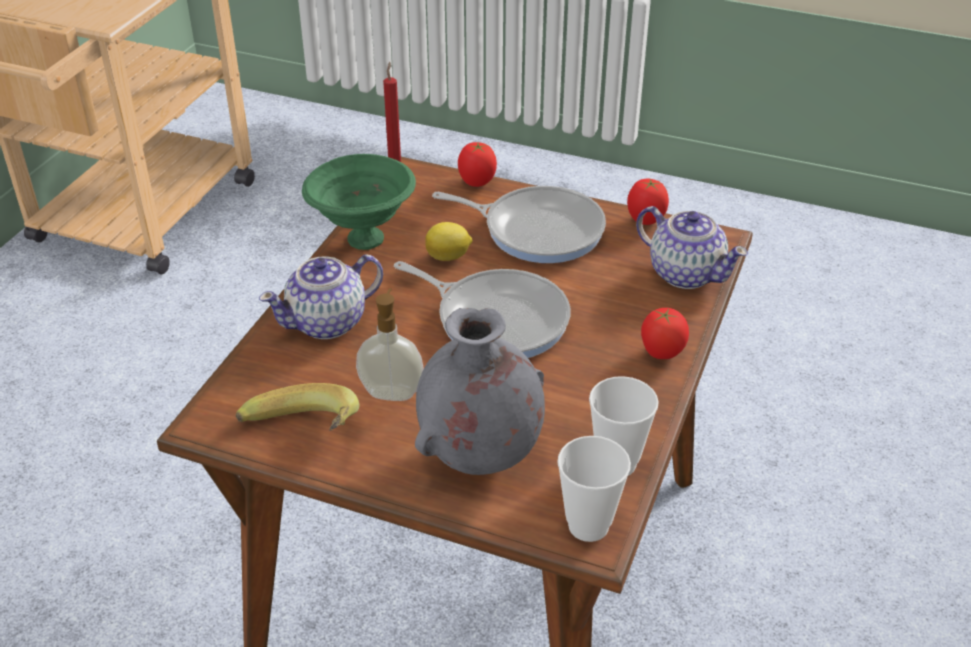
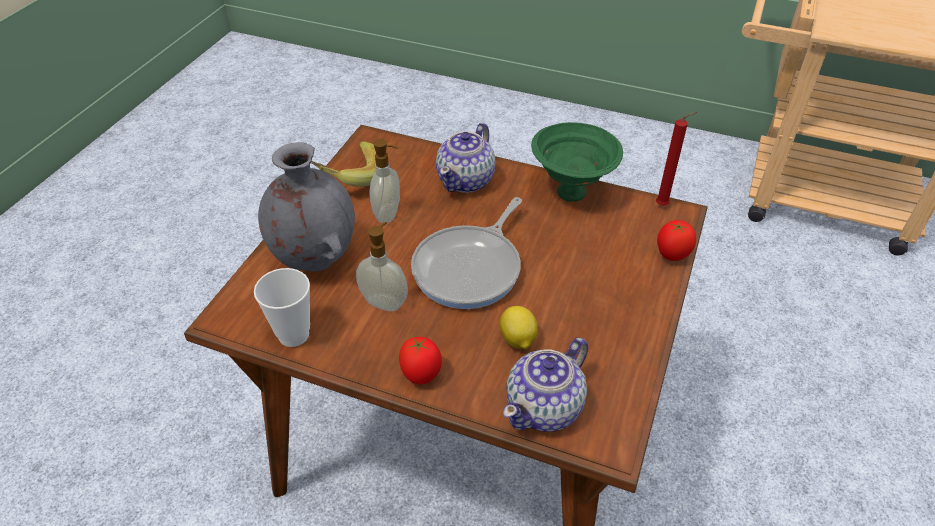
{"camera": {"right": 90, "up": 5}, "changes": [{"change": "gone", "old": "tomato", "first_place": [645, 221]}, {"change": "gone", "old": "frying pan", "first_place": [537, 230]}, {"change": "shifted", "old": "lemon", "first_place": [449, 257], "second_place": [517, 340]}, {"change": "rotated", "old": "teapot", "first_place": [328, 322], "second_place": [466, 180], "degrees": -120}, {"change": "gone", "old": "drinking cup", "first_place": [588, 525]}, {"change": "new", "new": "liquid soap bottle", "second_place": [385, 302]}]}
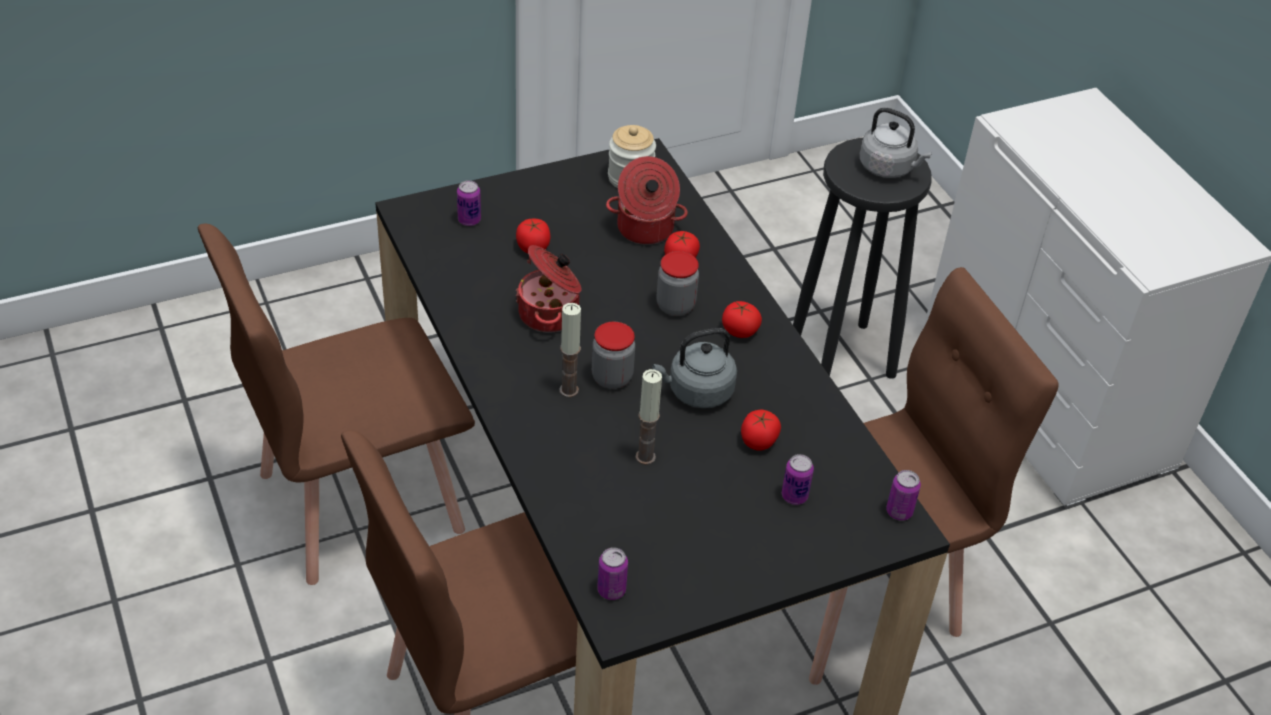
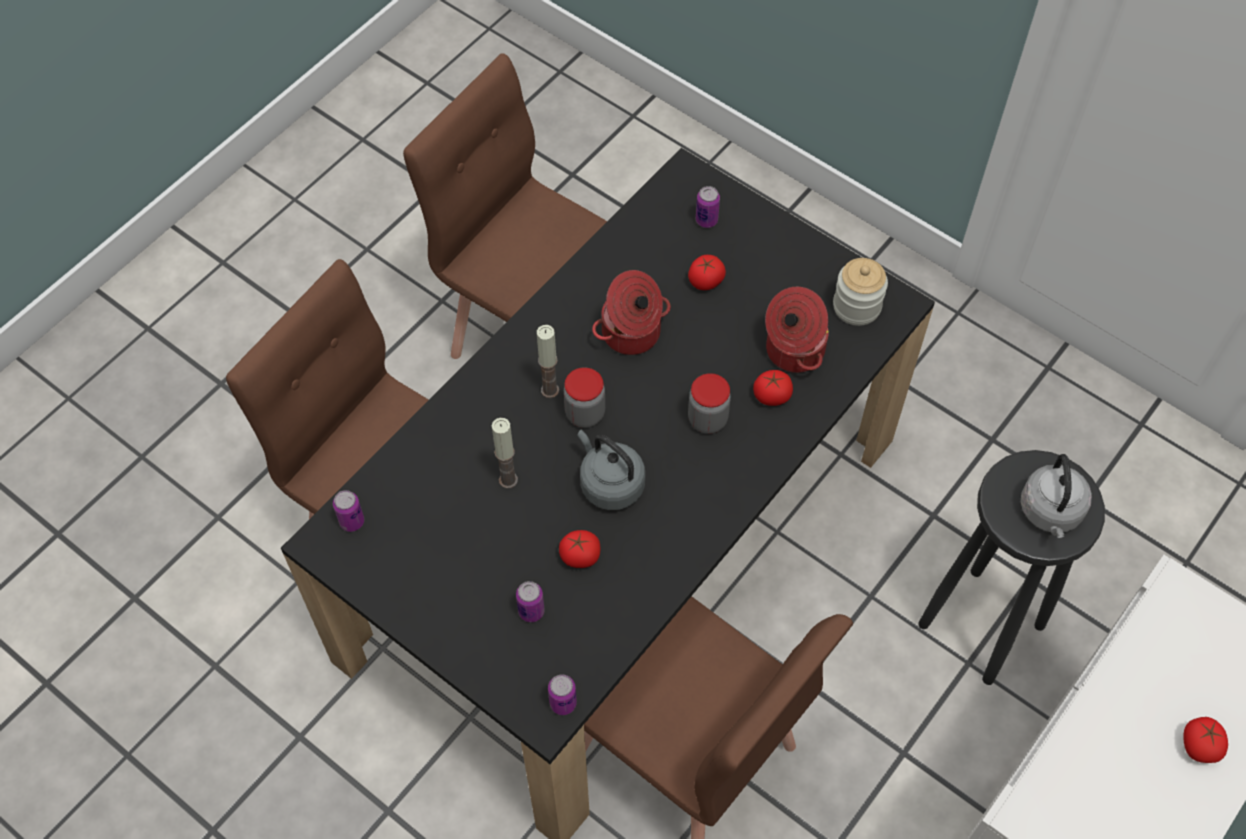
{"camera": {"right": 65, "up": 15}, "changes": [{"change": "shifted", "old": "tomato", "first_place": [739, 331], "second_place": [1199, 746]}]}
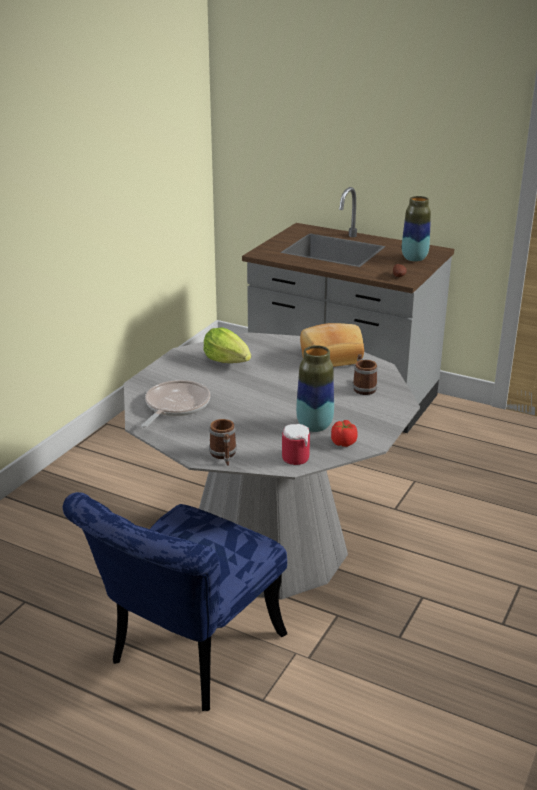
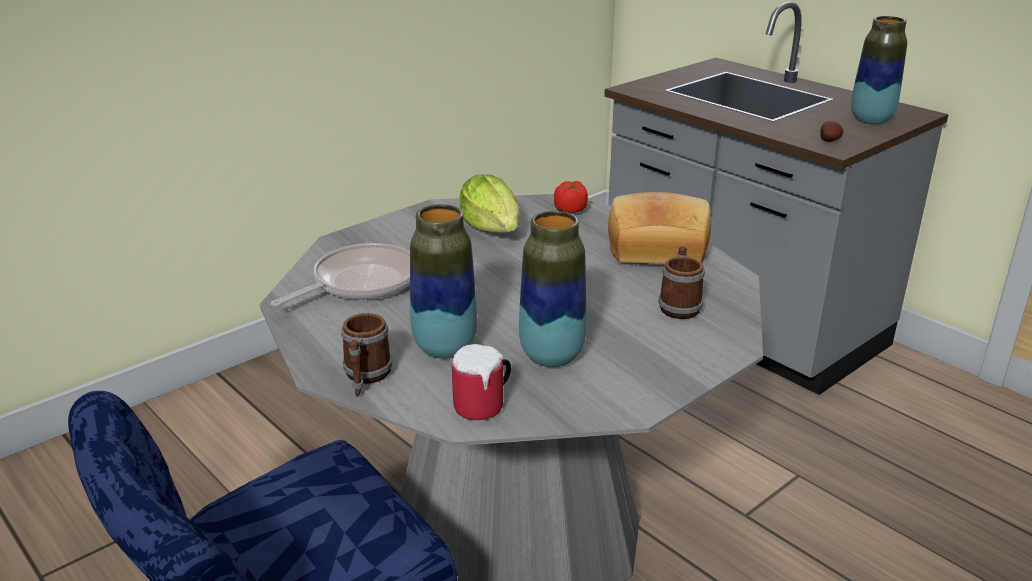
{"camera": {"right": 20, "up": 0}, "changes": [{"change": "shifted", "old": "tomato", "first_place": [343, 442], "second_place": [570, 210]}, {"change": "new", "new": "vase", "second_place": [445, 348]}]}
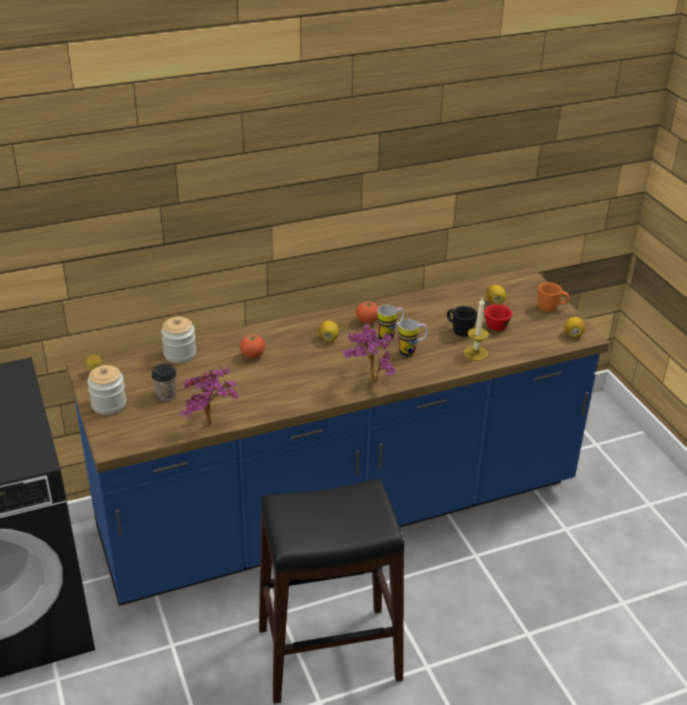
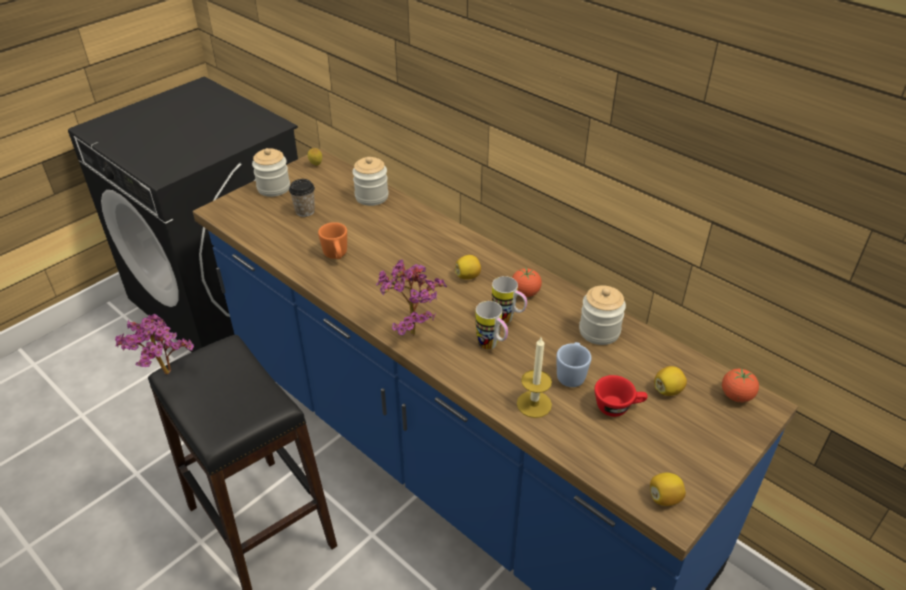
{"camera": {"right": 65, "up": 5}, "changes": [{"change": "shifted", "old": "coffee mug in orange-coloured", "first_place": [551, 308], "second_place": [336, 256]}, {"change": "repainted", "old": "coffee mug in blackish", "new": "coffee mug in bluish", "first_place": [459, 330], "second_place": [571, 374]}, {"change": "shifted", "old": "tomato", "first_place": [252, 355], "second_place": [736, 396]}, {"change": "shifted", "old": "houseplant", "first_place": [212, 425], "second_place": [164, 377]}, {"change": "new", "new": "storage jar", "second_place": [599, 331]}]}
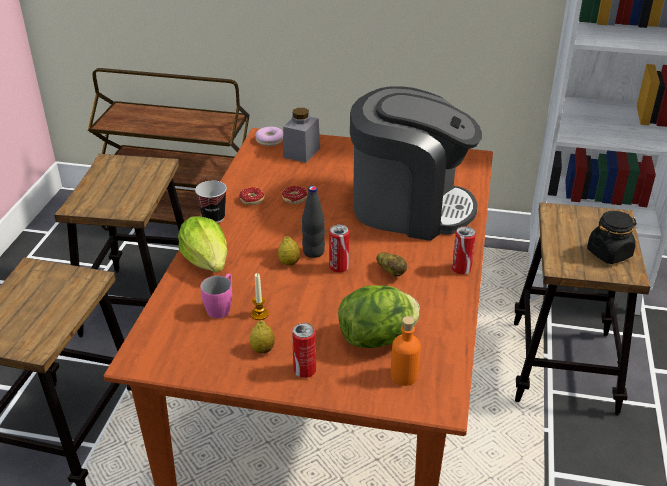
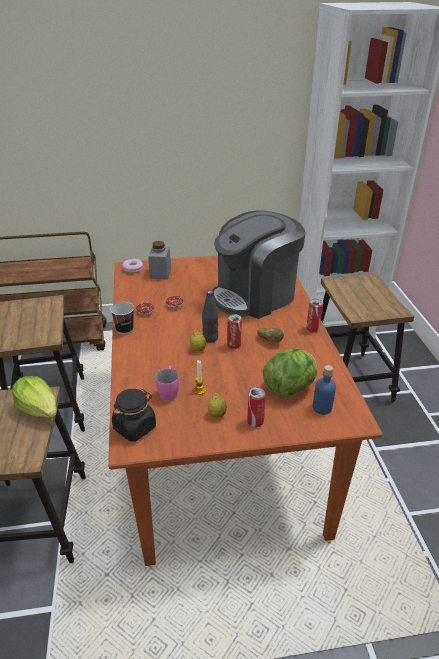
{"camera": {"right": -20, "up": 0}, "changes": [{"change": "rotated", "old": "coffee machine", "first_place": [409, 207], "second_place": [255, 296], "degrees": 150}, {"change": "shifted", "old": "storage jar in blackish", "first_place": [609, 253], "second_place": [135, 427]}, {"change": "shifted", "old": "lettuce", "first_place": [207, 261], "second_place": [39, 409]}, {"change": "repainted", "old": "drink bottle in orange-coloured", "new": "drink bottle in bluish", "first_place": [404, 376], "second_place": [322, 407]}]}
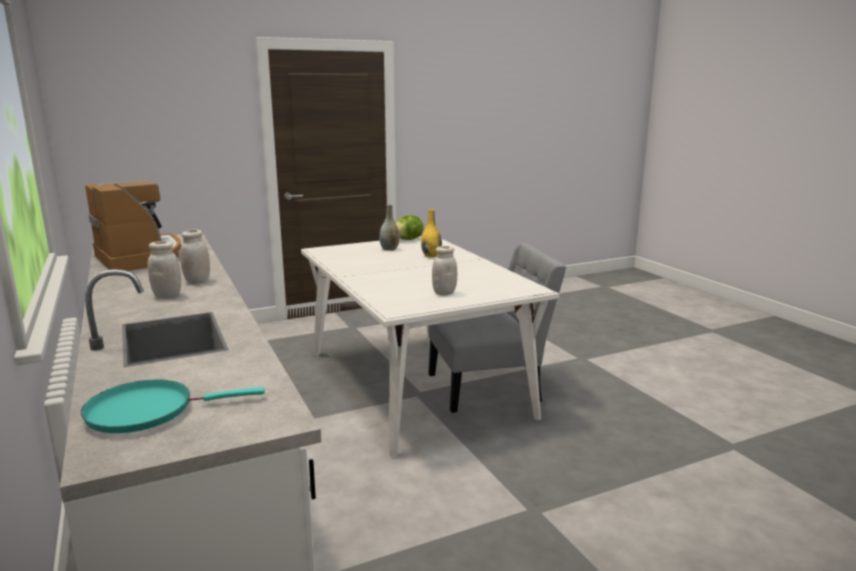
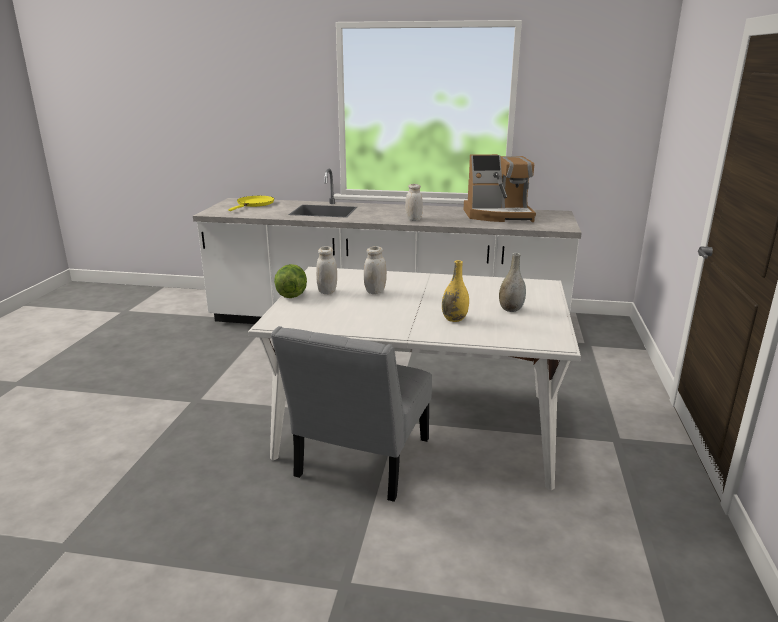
{"camera": {"right": 125, "up": 5}, "changes": [{"change": "shifted", "old": "lettuce", "first_place": [407, 239], "second_place": [291, 295]}, {"change": "shifted", "old": "storage jar in whitish", "first_place": [167, 296], "second_place": [375, 291]}, {"change": "repainted", "old": "frying pan in blue-green", "new": "frying pan in yellow-coloured", "first_place": [147, 411], "second_place": [254, 204]}]}
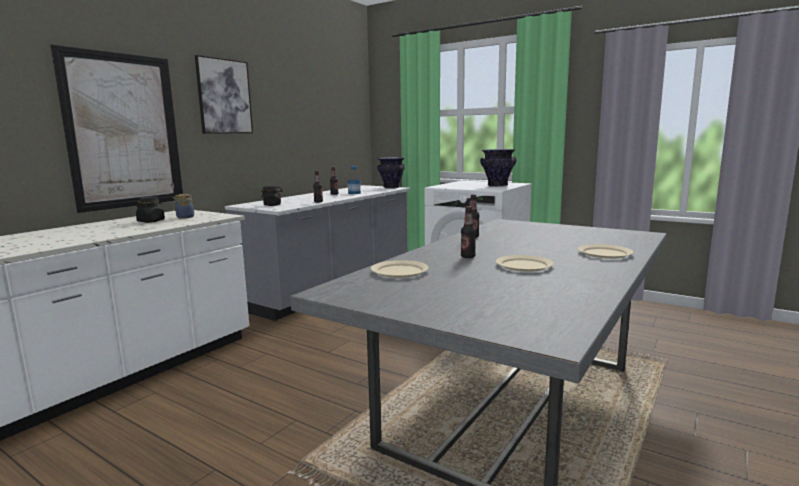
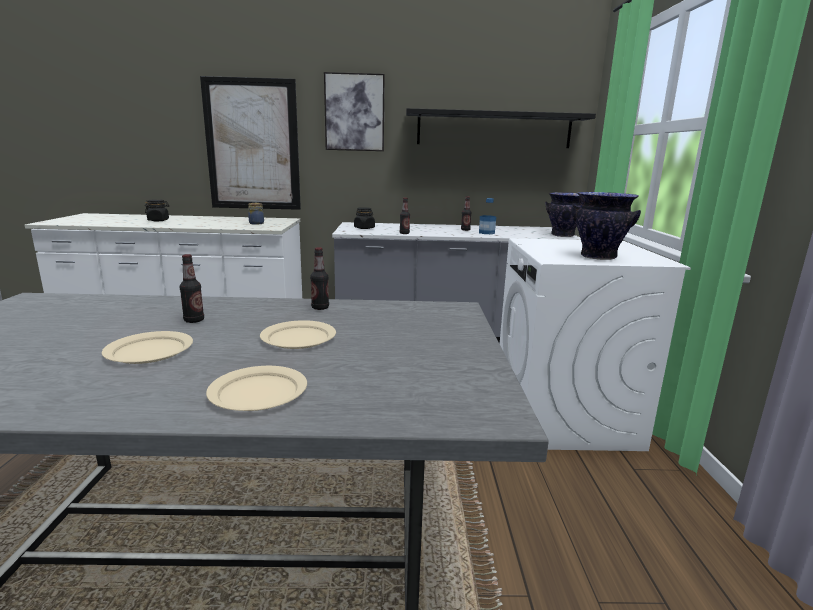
{"camera": {"right": 55, "up": 5}, "changes": [{"change": "shifted", "old": "storage jar in blackish", "first_place": [151, 221], "second_place": [158, 220]}, {"change": "shifted", "old": "flat dish in beige", "first_place": [399, 271], "second_place": [298, 338]}, {"change": "new", "new": "shelf in blackish", "second_place": [494, 130]}]}
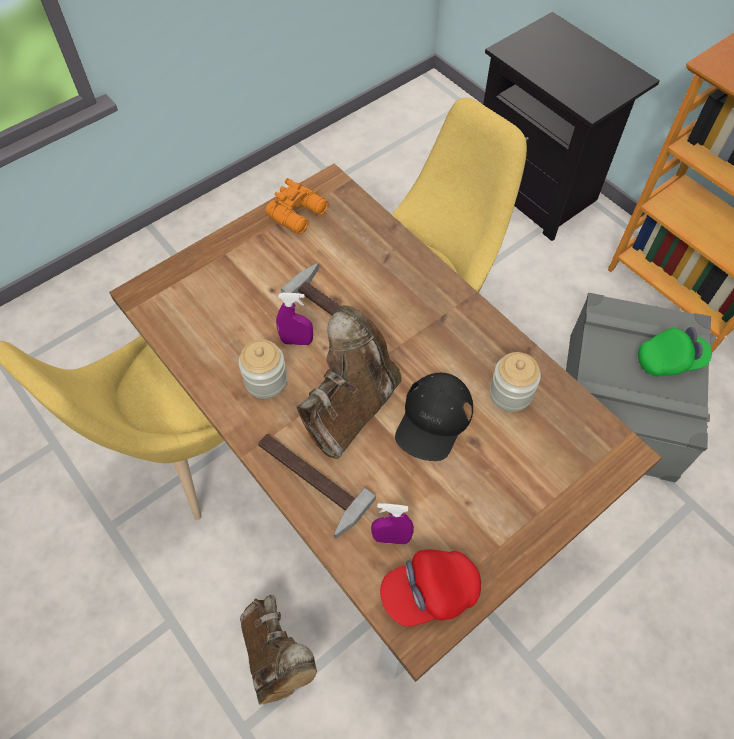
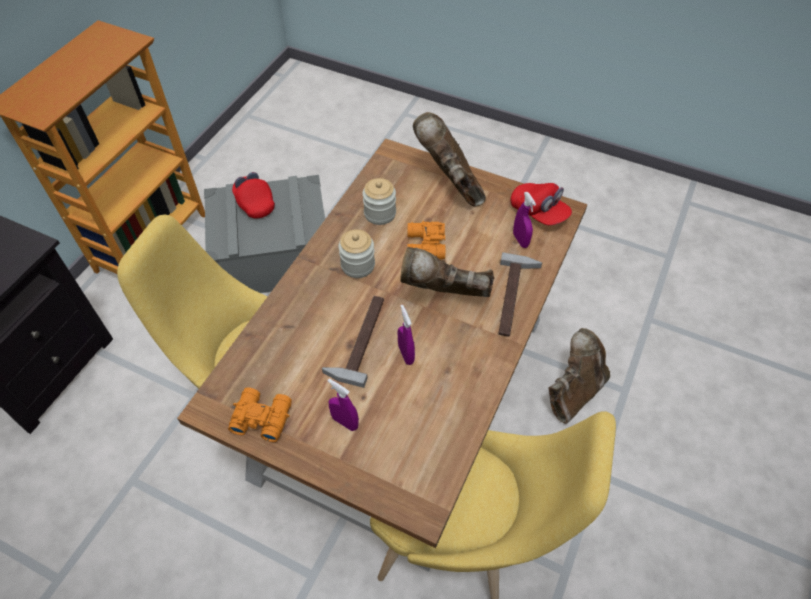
{"camera": {"right": -115, "up": -5}, "changes": [{"change": "repainted", "old": "cap in greenish", "new": "cap in red-coloured", "first_place": [669, 360], "second_place": [254, 203]}, {"change": "shifted", "old": "storage jar", "first_place": [266, 381], "second_place": [358, 265]}, {"change": "swapped", "old": "cap in blackish", "new": "pair of binoculars in orange-coloured", "first_place": [433, 419], "second_place": [424, 246]}, {"change": "new", "new": "tall boot in brown", "second_place": [450, 184]}, {"change": "new", "new": "sprayer in purple", "second_place": [345, 422]}]}
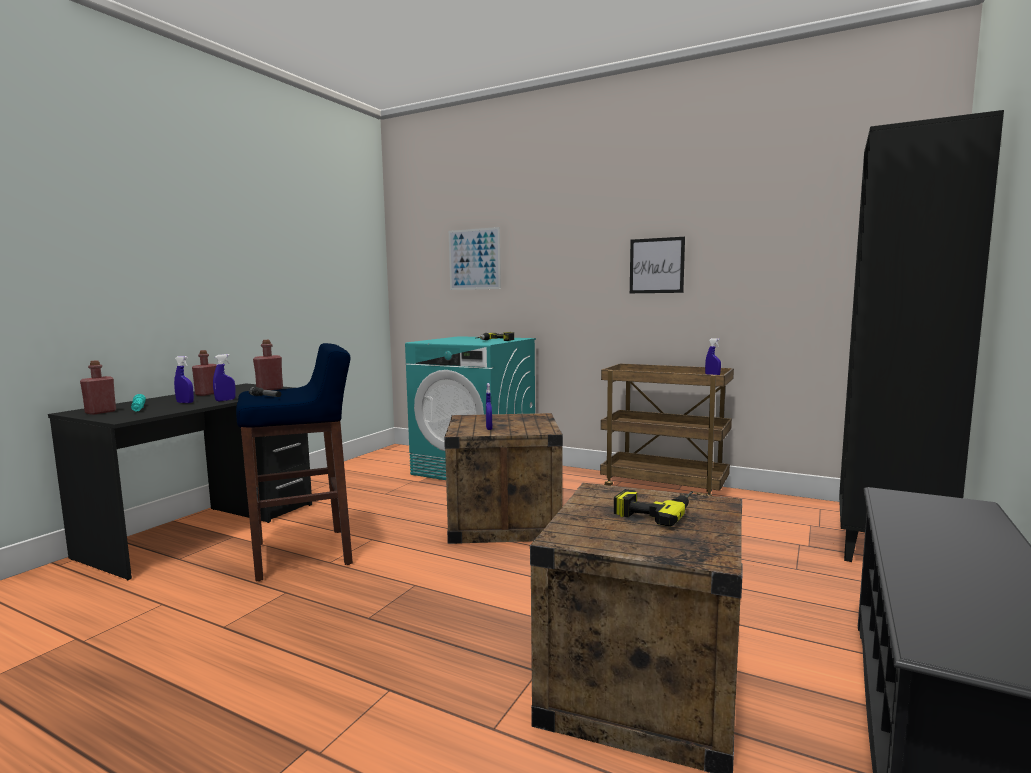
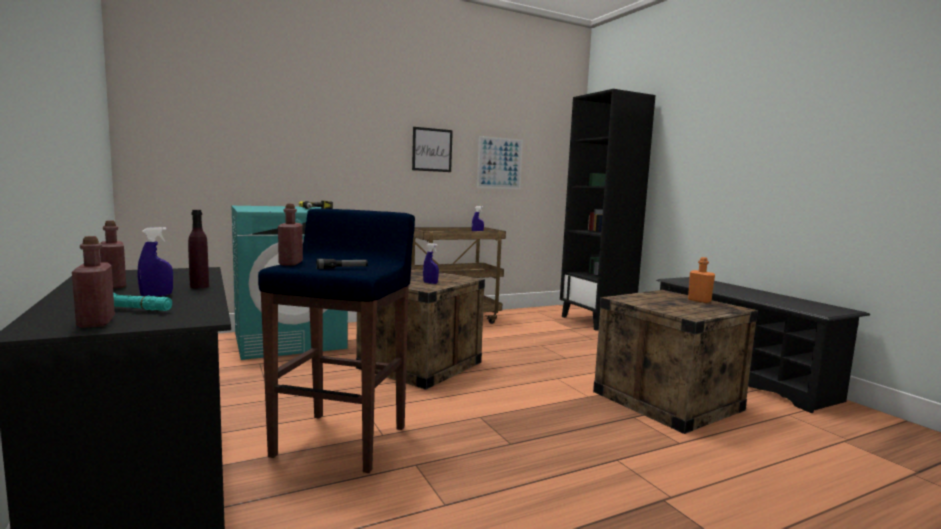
{"camera": {"right": -55, "up": 0}, "changes": [{"change": "shifted", "old": "wall picture", "first_place": [474, 259], "second_place": [500, 163]}, {"change": "swapped", "old": "sprayer in bluish", "new": "drink bottle in purple", "first_place": [225, 400], "second_place": [199, 286]}, {"change": "gone", "old": "drill", "first_place": [655, 509]}, {"change": "new", "new": "drink bottle in orange-coloured", "second_place": [699, 300]}]}
